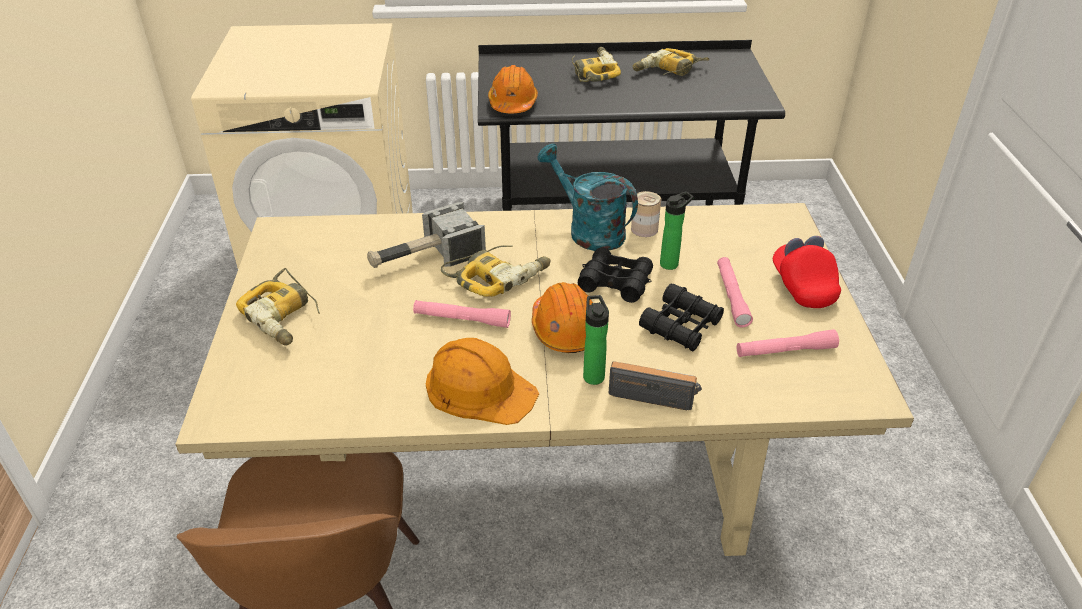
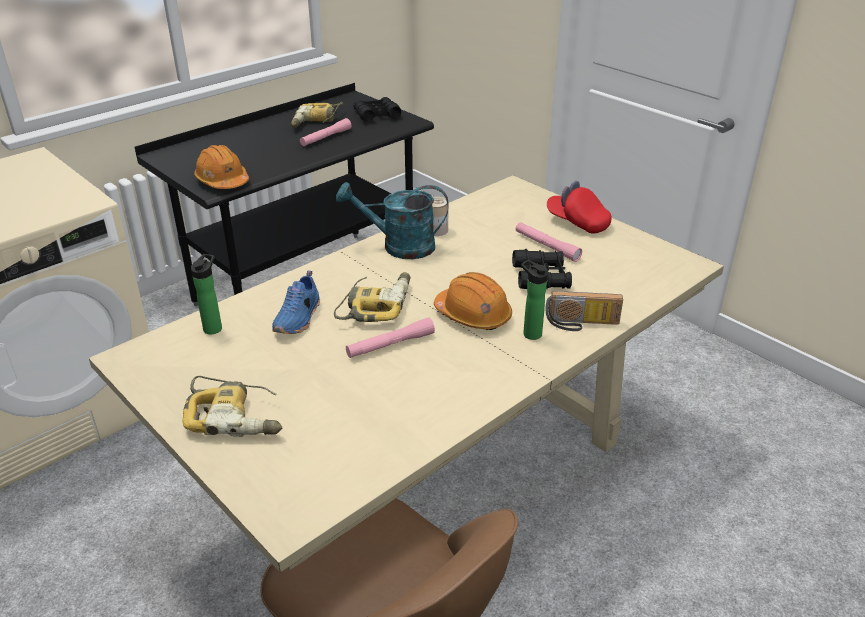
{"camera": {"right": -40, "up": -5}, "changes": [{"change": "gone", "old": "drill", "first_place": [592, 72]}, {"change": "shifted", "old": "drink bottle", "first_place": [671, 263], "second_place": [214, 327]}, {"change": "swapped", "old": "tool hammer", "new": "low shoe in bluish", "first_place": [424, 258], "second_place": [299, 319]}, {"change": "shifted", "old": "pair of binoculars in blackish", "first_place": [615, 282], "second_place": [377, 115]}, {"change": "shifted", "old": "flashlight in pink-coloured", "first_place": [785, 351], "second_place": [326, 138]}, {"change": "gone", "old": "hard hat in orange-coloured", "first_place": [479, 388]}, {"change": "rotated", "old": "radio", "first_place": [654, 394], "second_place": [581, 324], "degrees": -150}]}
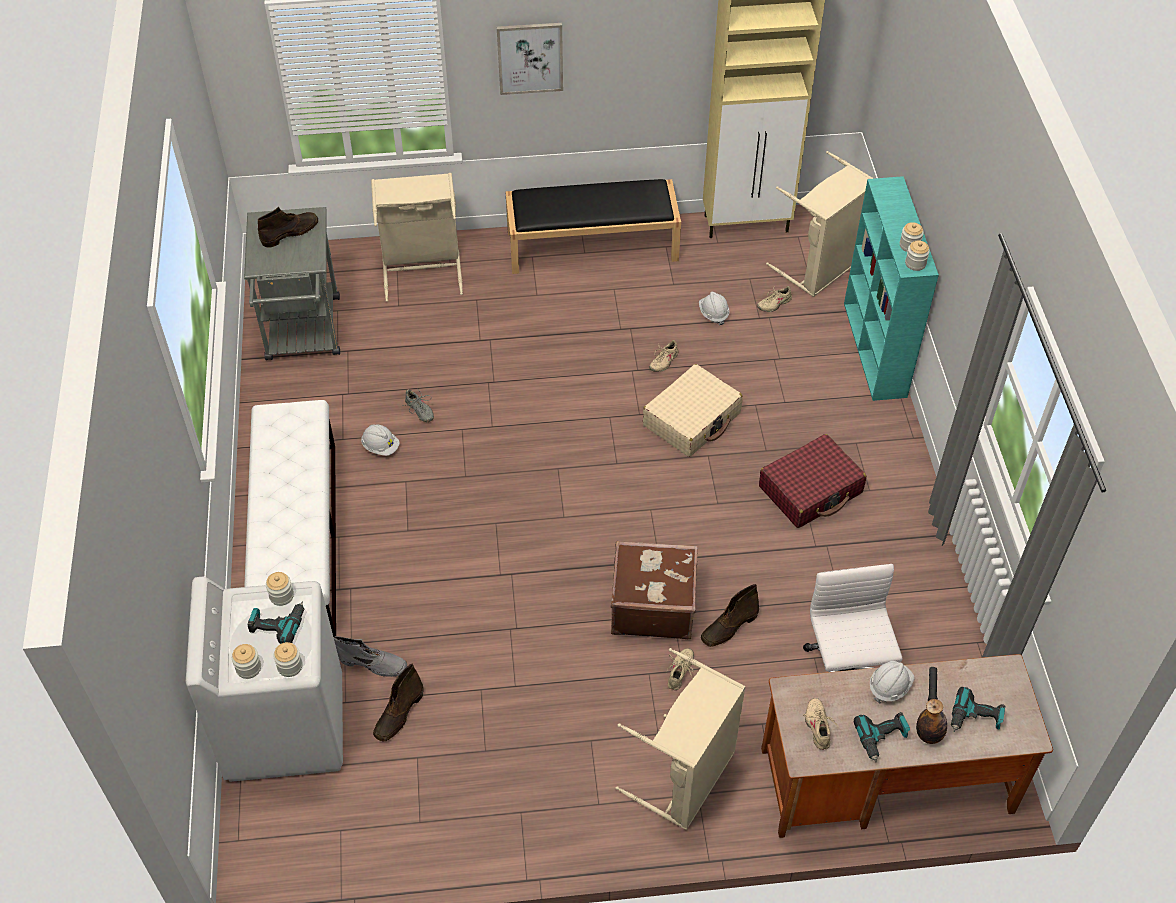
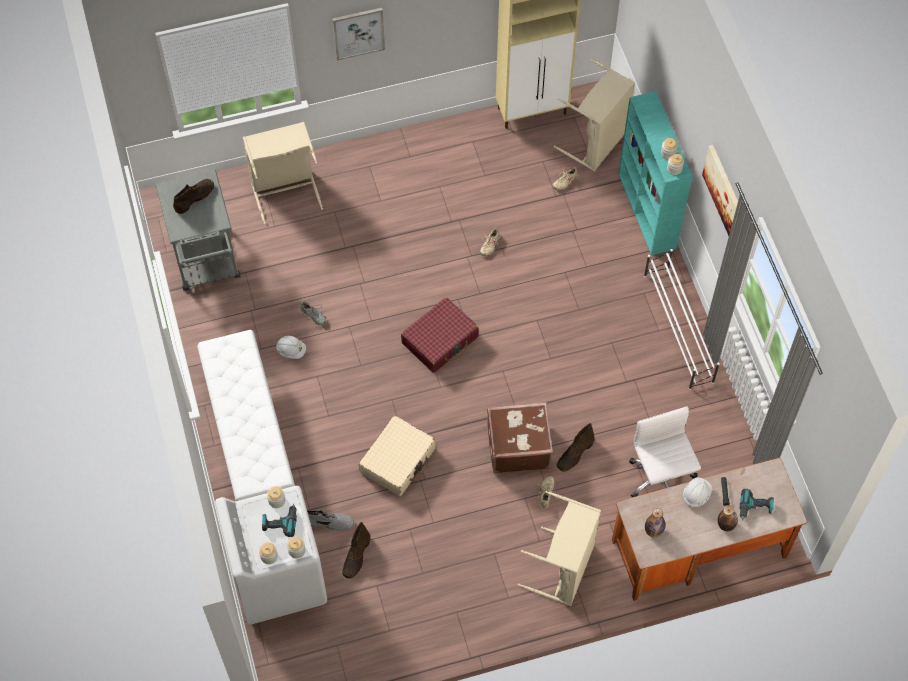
{"camera": {"right": -10, "up": 10}, "changes": [{"change": "gone", "old": "bench in blackish", "first_place": [593, 245]}, {"change": "gone", "old": "hard hat in whitish", "first_place": [713, 314]}, {"change": "shifted", "old": "suitcase in beige", "first_place": [692, 419], "second_place": [398, 460]}, {"change": "shifted", "old": "suitcase in red-coloured", "first_place": [810, 490], "second_place": [440, 340]}, {"change": "swapped", "old": "low shoe in beige", "new": "drink bottle", "first_place": [818, 726], "second_place": [653, 531]}, {"change": "gone", "old": "drill", "first_place": [882, 738]}, {"change": "new", "new": "wall picture", "second_place": [723, 190]}, {"change": "new", "new": "shoe rack in whitish", "second_place": [678, 329]}]}
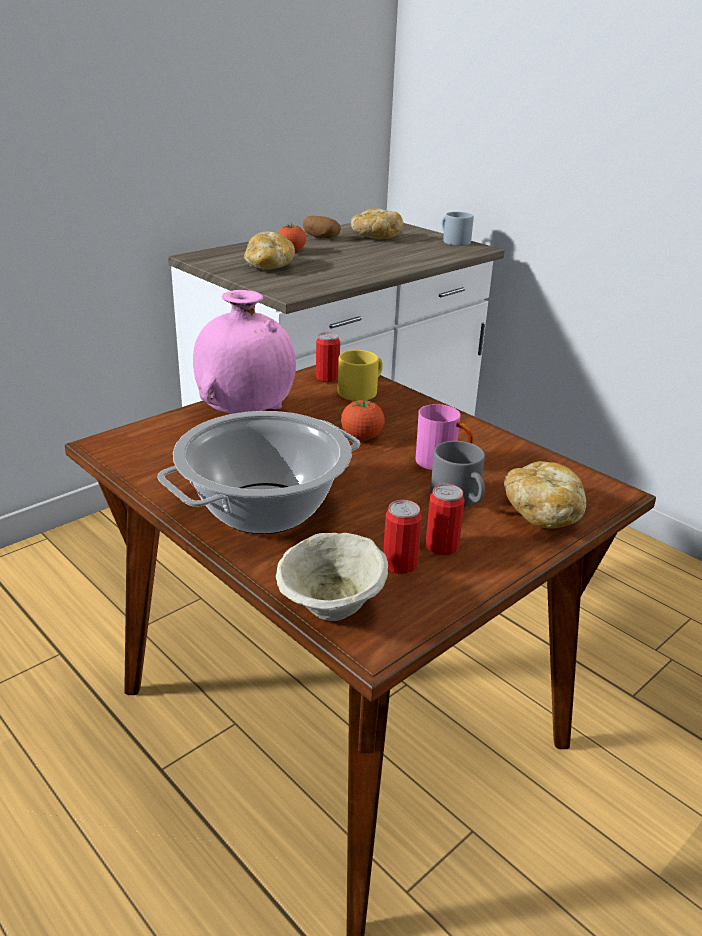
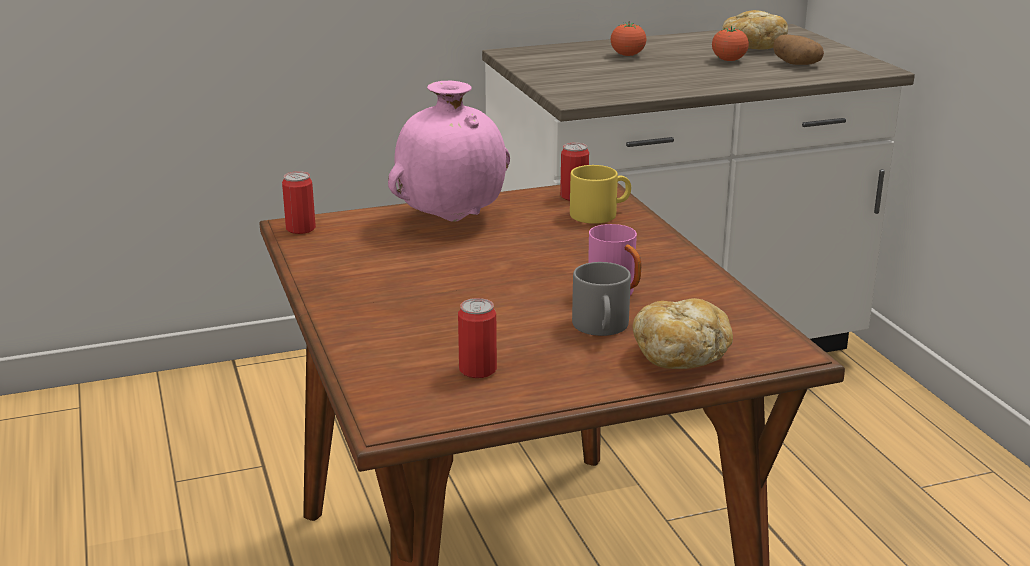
{"camera": {"right": 25, "up": -5}, "changes": [{"change": "gone", "old": "coffee mug in greyish", "first_place": [453, 241]}, {"change": "shifted", "old": "spud", "first_place": [321, 238], "second_place": [795, 64]}, {"change": "gone", "old": "bread", "first_place": [269, 267]}, {"change": "shifted", "old": "tomato", "first_place": [361, 437], "second_place": [729, 60]}, {"change": "gone", "old": "saucepot", "first_place": [264, 508]}, {"change": "shifted", "old": "can", "first_place": [441, 546], "second_place": [300, 229]}, {"change": "gone", "old": "serving bowl in beige", "first_place": [333, 608]}]}
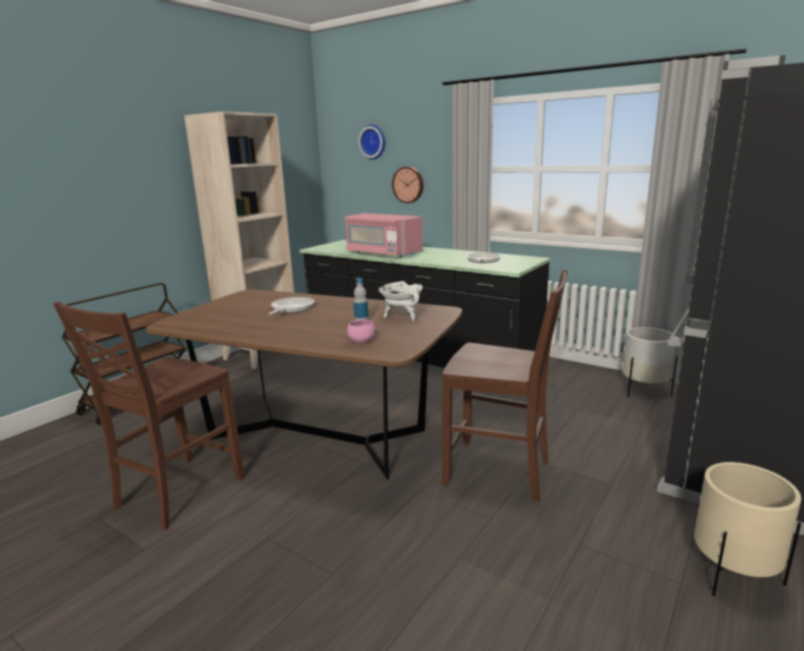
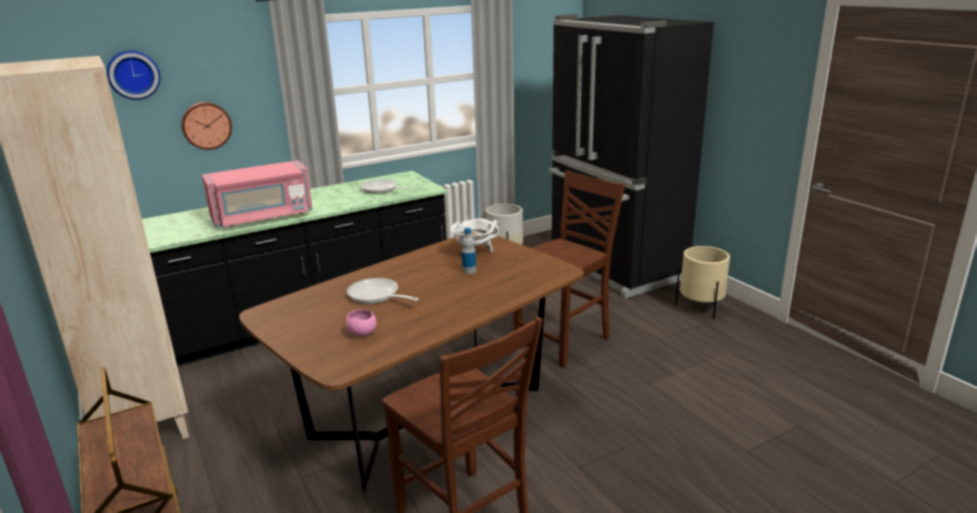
{"camera": {"right": -65, "up": 5}, "changes": [{"change": "shifted", "old": "serving bowl in pink-coloured", "first_place": [362, 341], "second_place": [362, 333]}]}
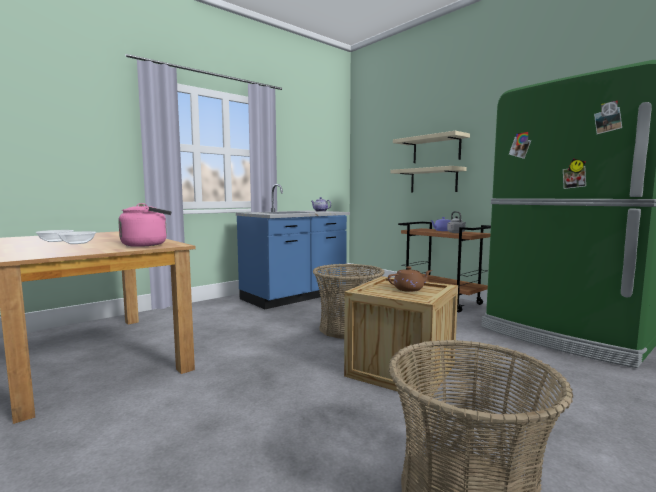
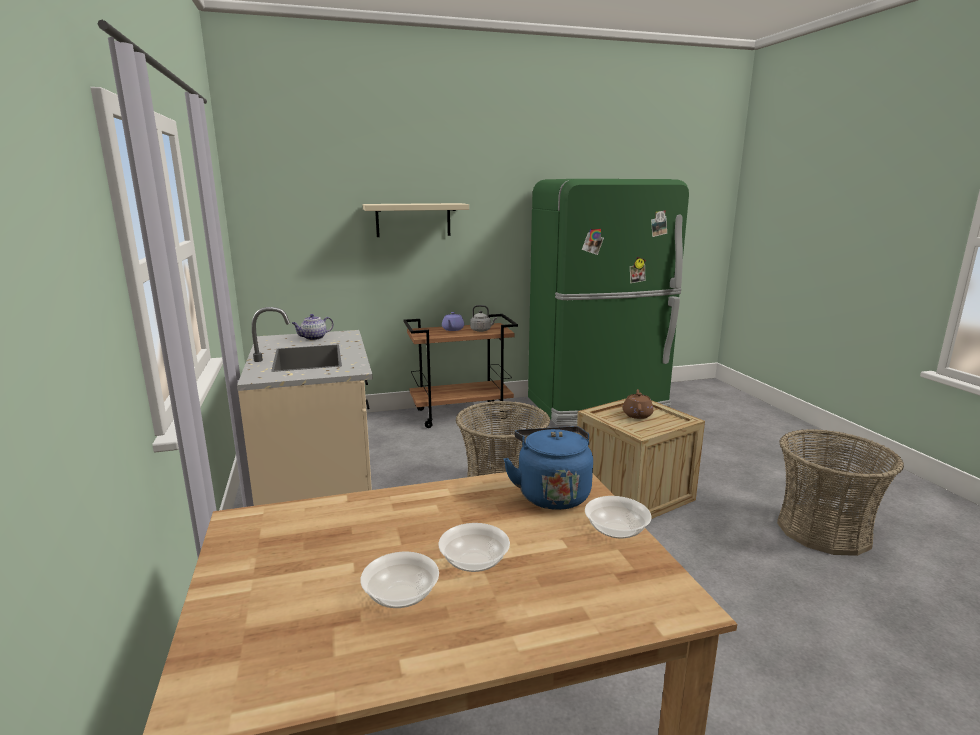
{"camera": {"right": -65, "up": 10}, "changes": [{"change": "gone", "old": "shelf in beige", "first_place": [433, 180]}, {"change": "repainted", "old": "kitchen base unit in bluish", "new": "kitchen base unit in beige", "first_place": [294, 297], "second_place": [321, 492]}, {"change": "repainted", "old": "tea kettle in pink-coloured", "new": "tea kettle in bluish", "first_place": [147, 244], "second_place": [551, 493]}, {"change": "new", "new": "serving bowl", "second_place": [616, 530]}]}
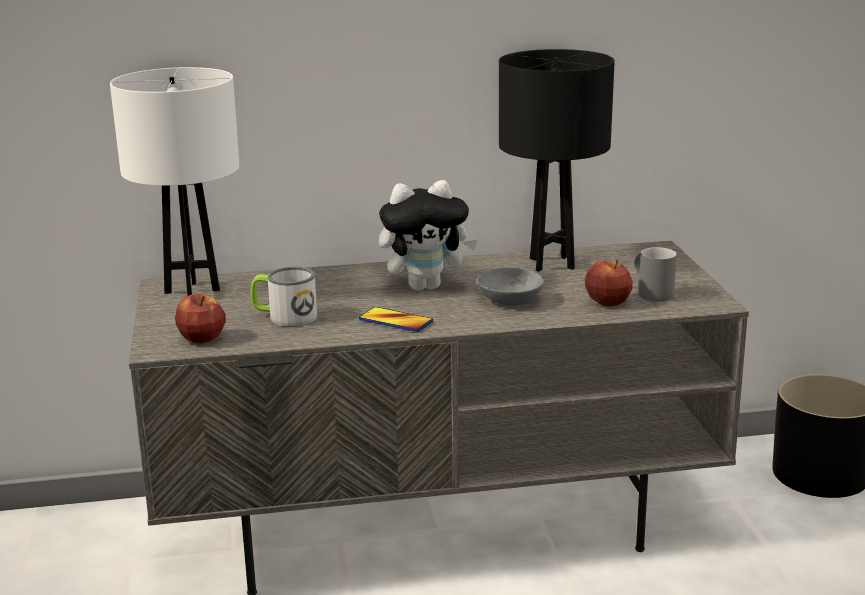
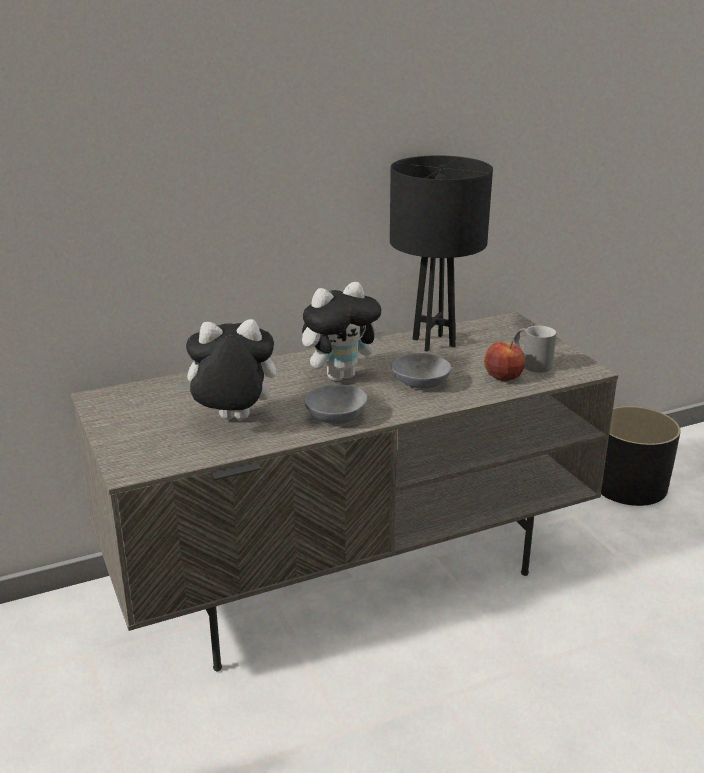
{"camera": {"right": -15, "up": 5}, "changes": [{"change": "gone", "old": "tabletop lamp in whitish", "first_place": [192, 291]}, {"change": "swapped", "old": "coffee mug", "new": "plush toy", "first_place": [284, 316], "second_place": [231, 421]}, {"change": "gone", "old": "apple", "first_place": [202, 338]}, {"change": "swapped", "old": "phone", "new": "serving bowl in greyish", "first_place": [395, 321], "second_place": [335, 415]}]}
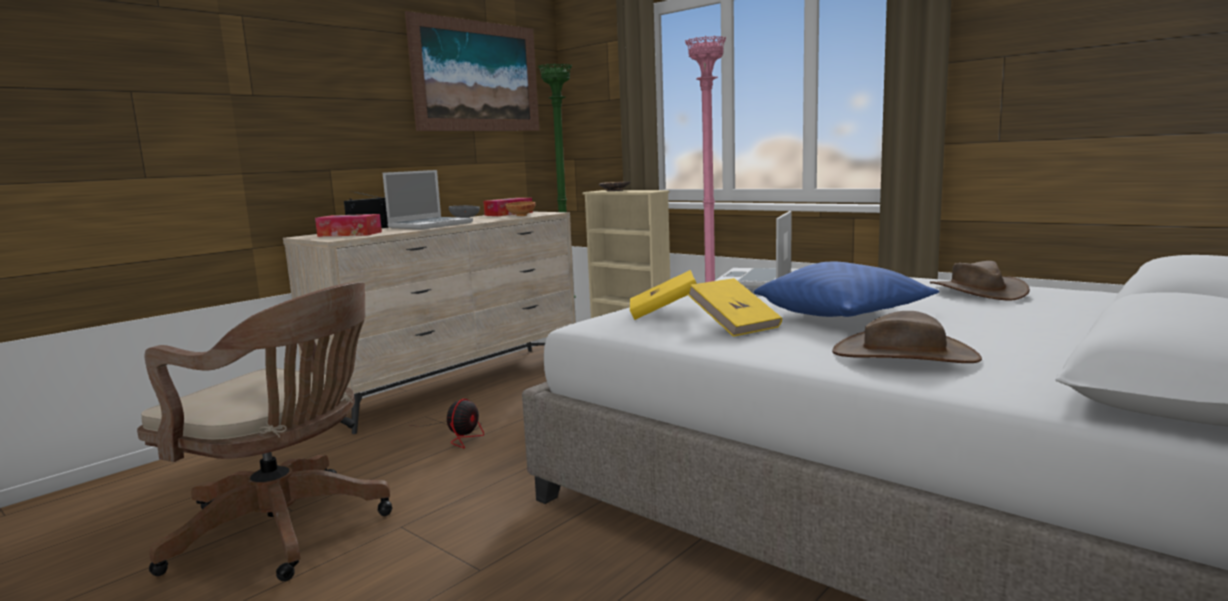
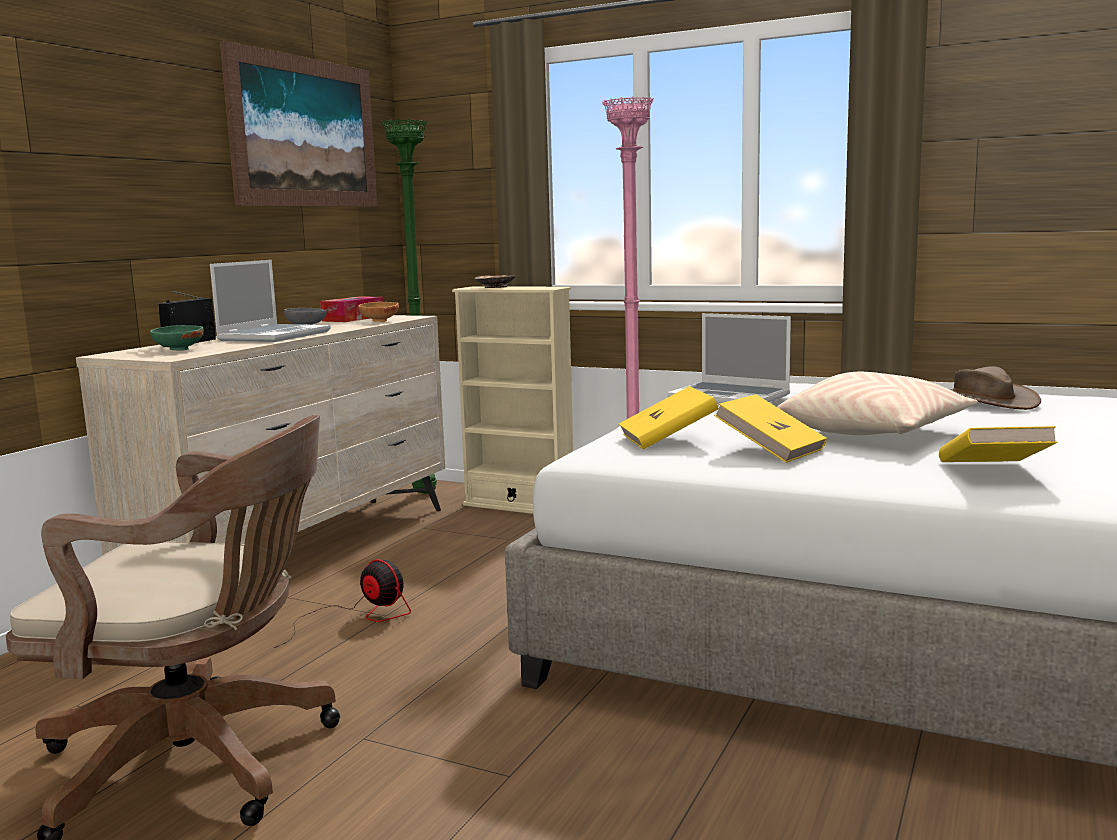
{"camera": {"right": -15, "up": 0}, "changes": [{"change": "rotated", "old": "laptop", "first_place": [755, 281], "second_place": [731, 397], "degrees": -60}, {"change": "swapped", "old": "tissue box", "new": "serving bowl in greenish", "first_place": [350, 234], "second_place": [178, 350]}, {"change": "repainted", "old": "pillow in bluish", "new": "pillow in beige", "first_place": [843, 316], "second_place": [875, 433]}, {"change": "swapped", "old": "hat in brown", "new": "volume in yellow-coloured", "first_place": [904, 355], "second_place": [992, 472]}, {"change": "rotated", "old": "cooling fan", "first_place": [460, 435], "second_place": [358, 617], "degrees": -60}]}
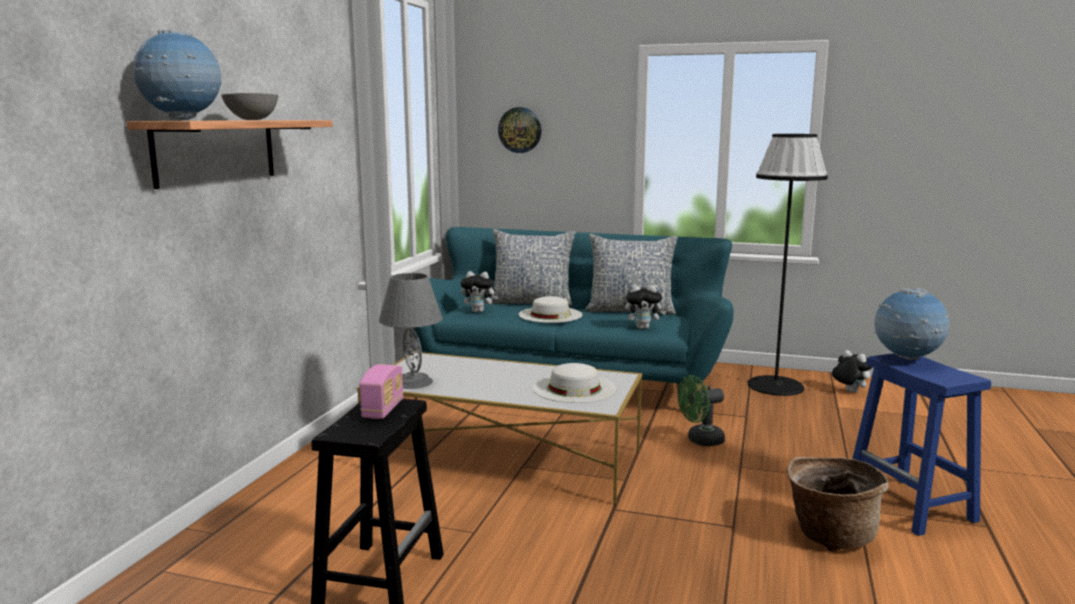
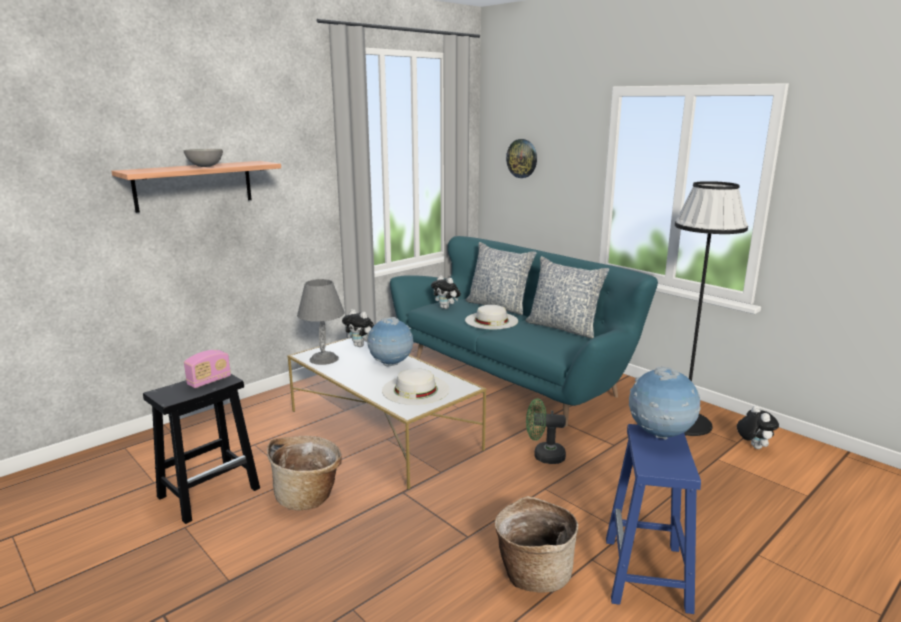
{"camera": {"right": 30, "up": 5}, "changes": [{"change": "shifted", "old": "world globe", "first_place": [182, 120], "second_place": [391, 365]}, {"change": "shifted", "old": "plush toy", "first_place": [643, 328], "second_place": [361, 346]}, {"change": "new", "new": "storage basket", "second_place": [308, 496]}]}
